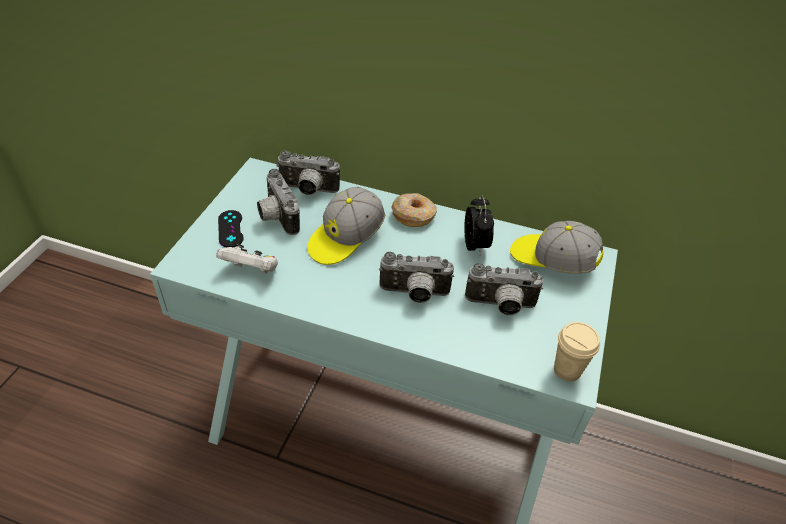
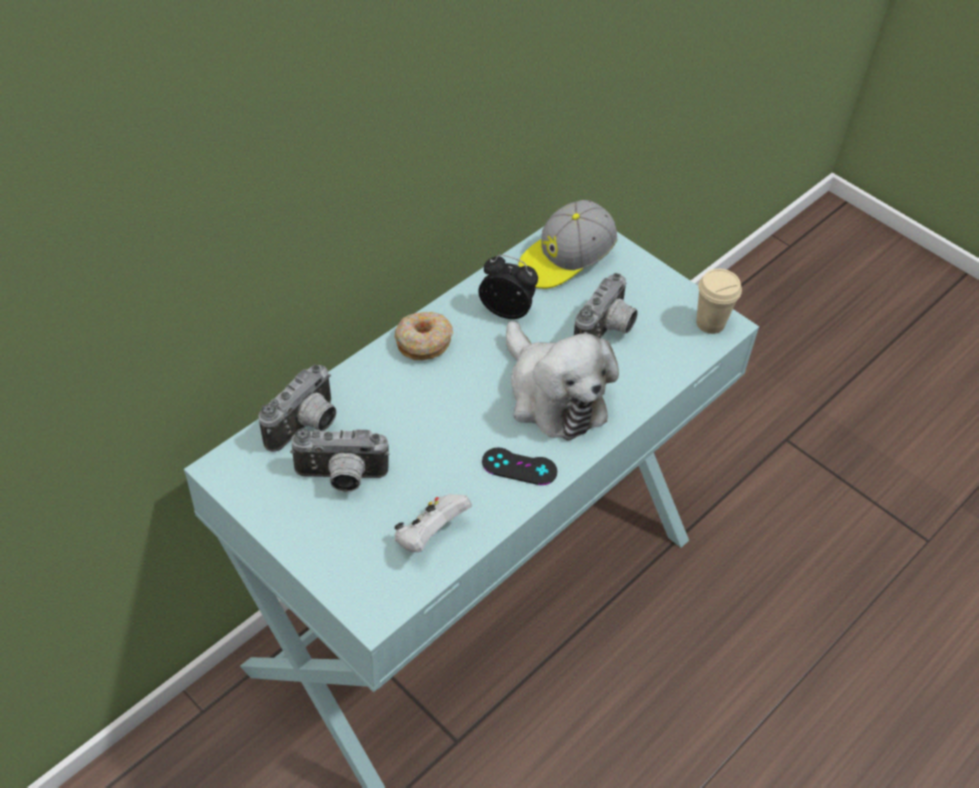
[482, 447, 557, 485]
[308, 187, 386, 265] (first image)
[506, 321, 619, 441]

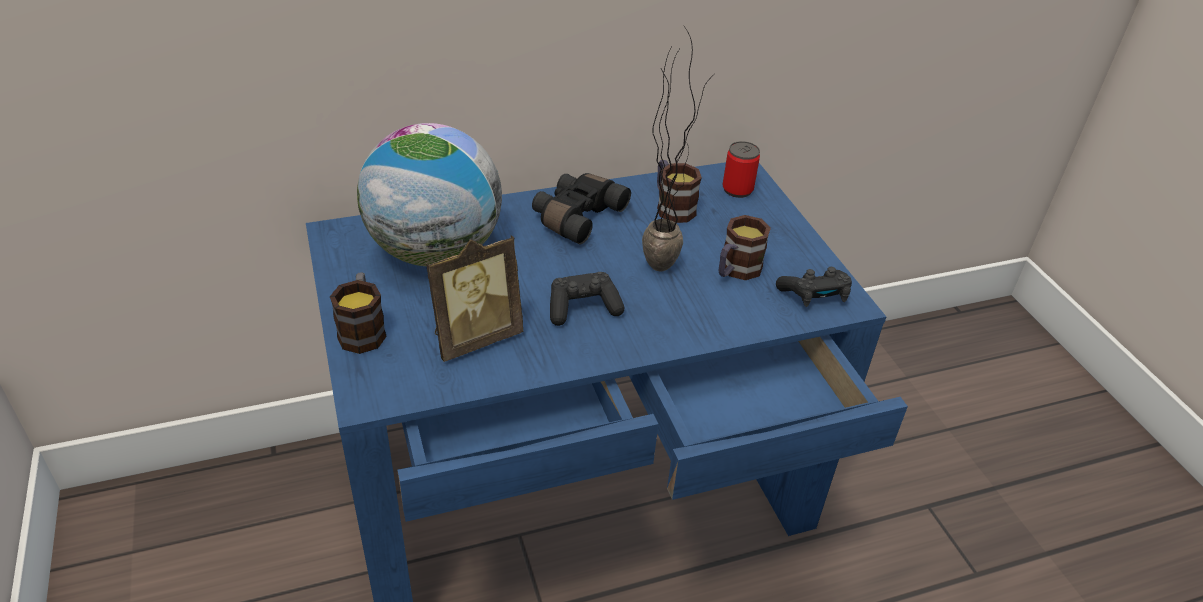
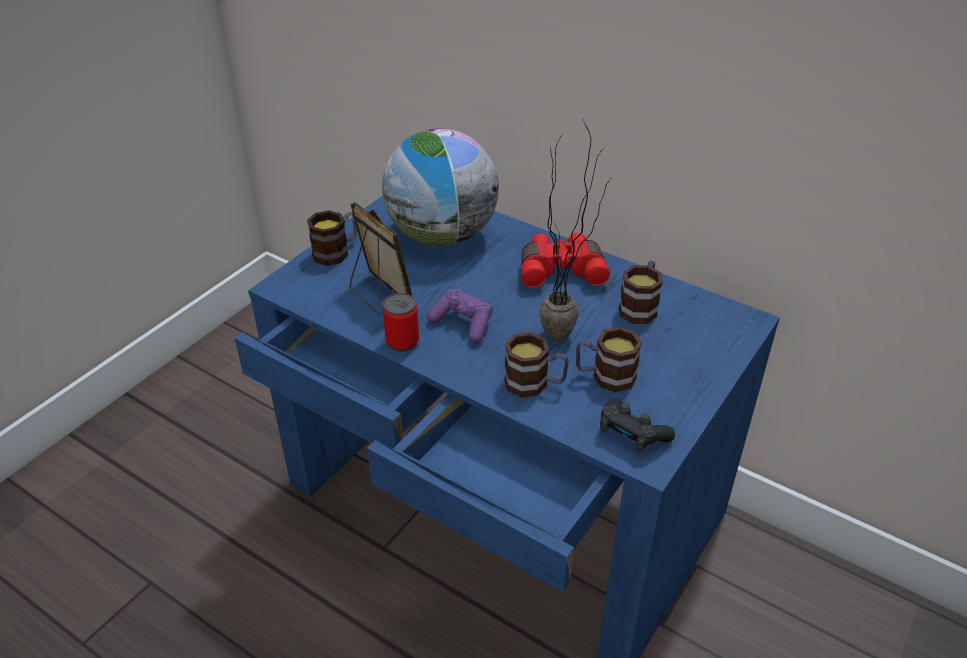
[349, 202, 412, 315]
[521, 233, 610, 288]
[427, 289, 492, 344]
[383, 293, 419, 352]
[504, 332, 569, 398]

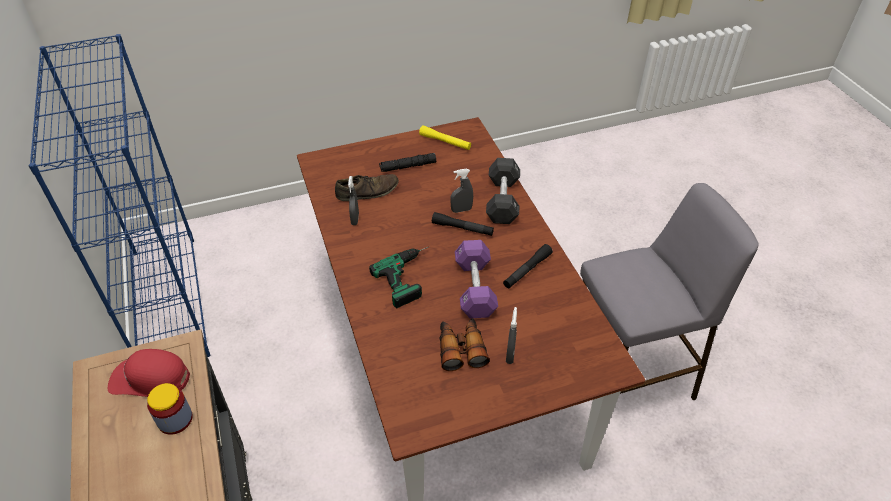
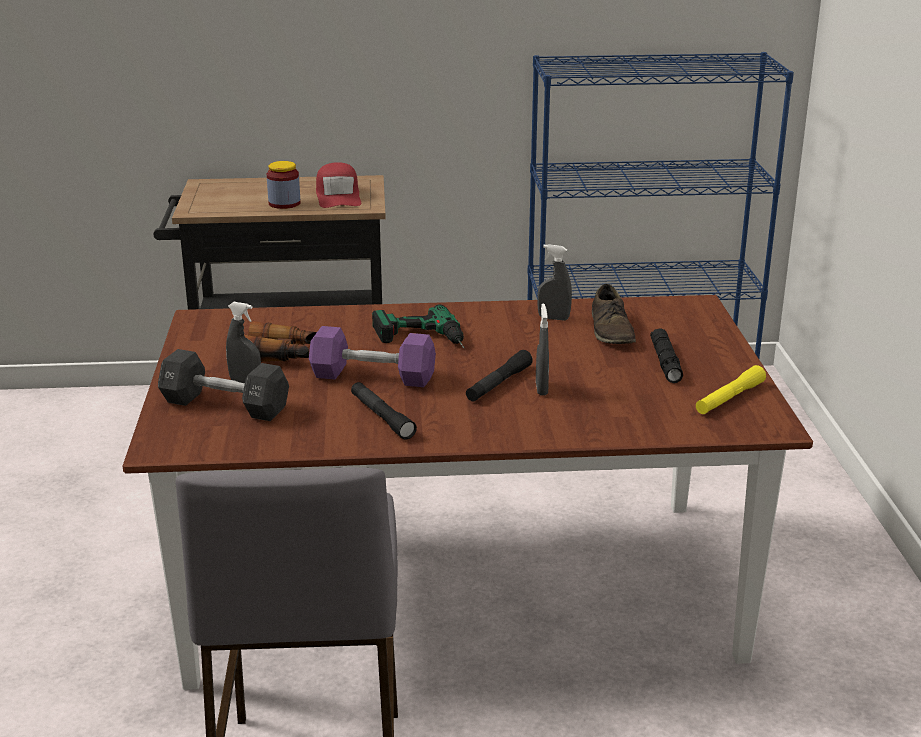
[316, 162, 361, 208]
[158, 349, 289, 421]

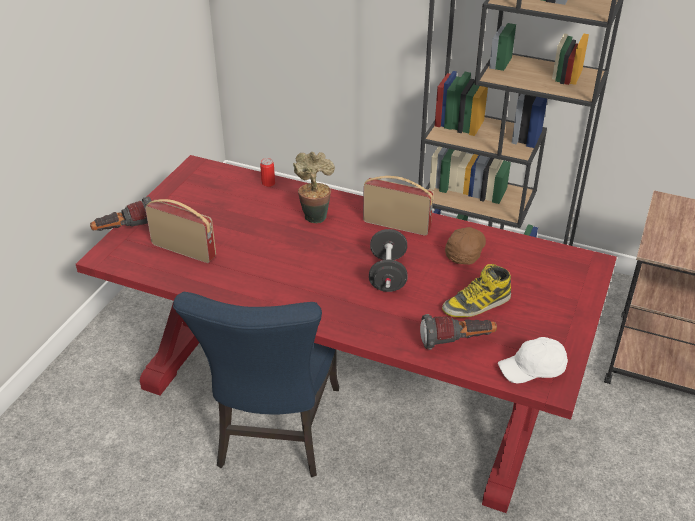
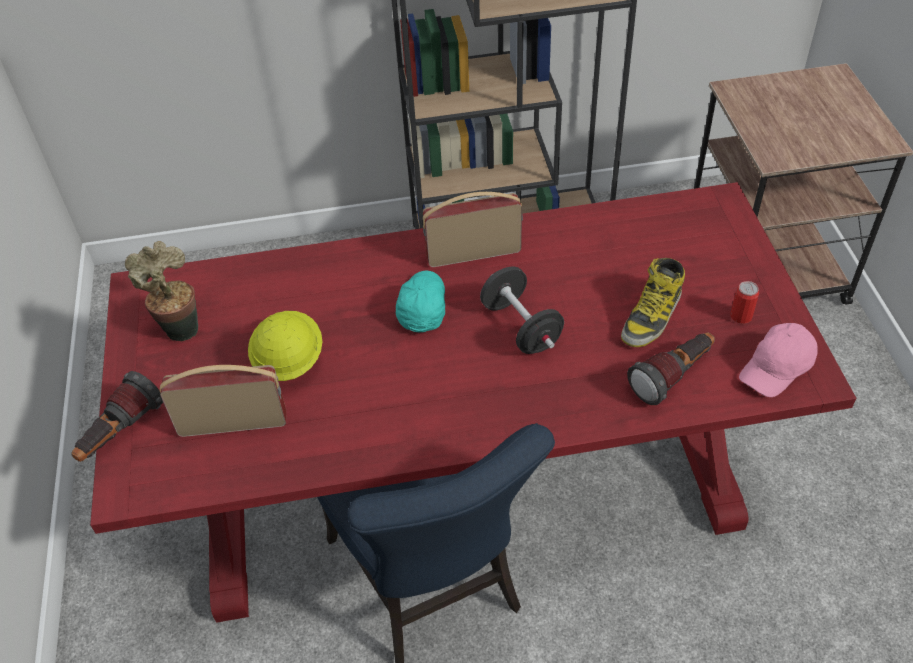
[730, 281, 759, 324]
[125, 241, 198, 342]
[445, 227, 486, 265] (first image)
[739, 323, 818, 397]
[248, 311, 322, 381]
[396, 271, 445, 332]

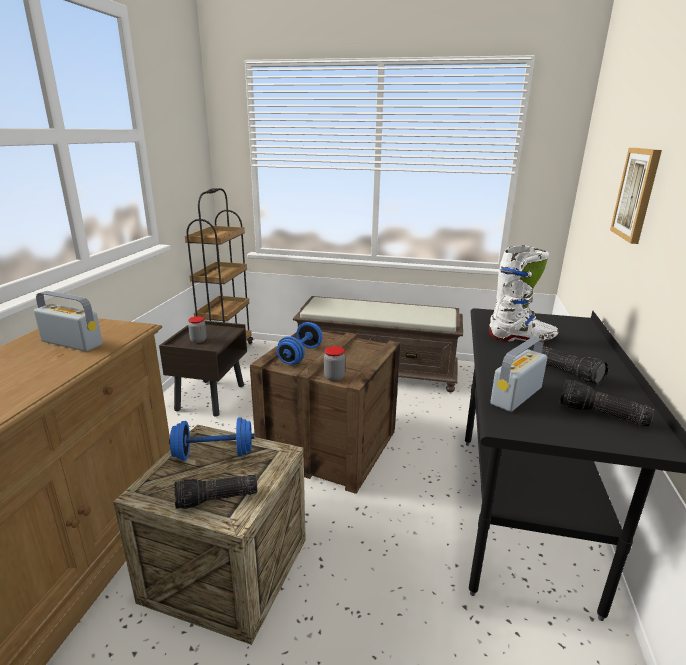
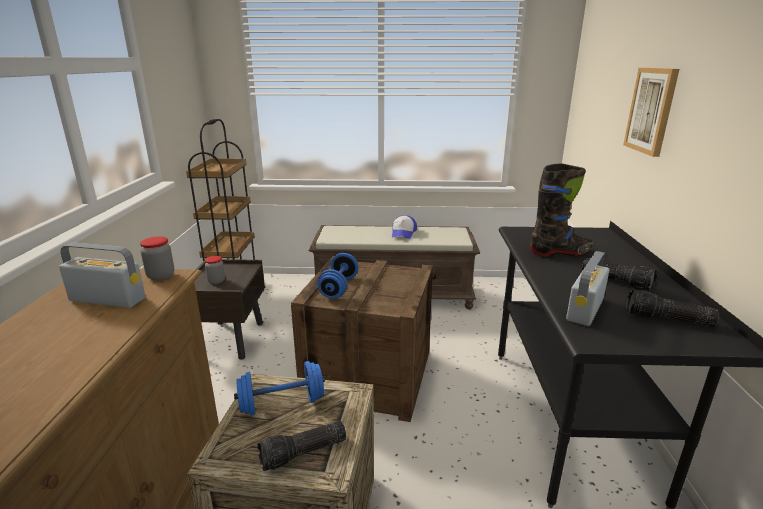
[140, 236, 174, 281]
[530, 163, 593, 256]
[392, 215, 417, 239]

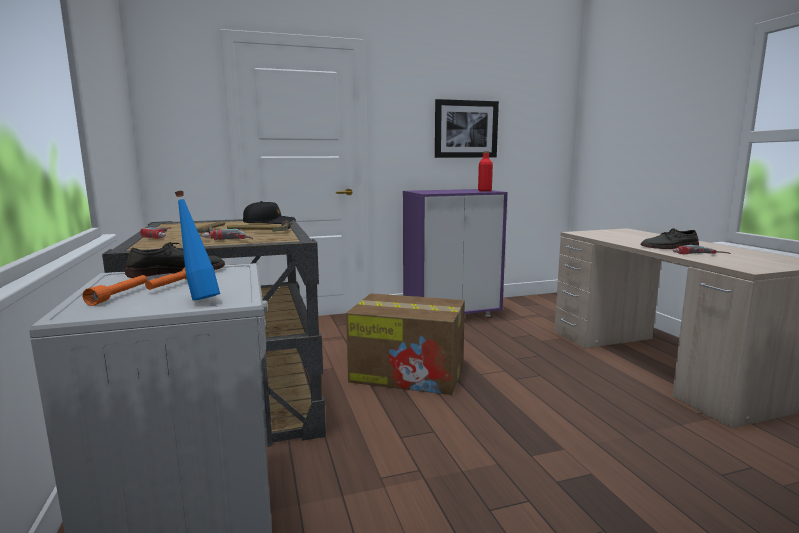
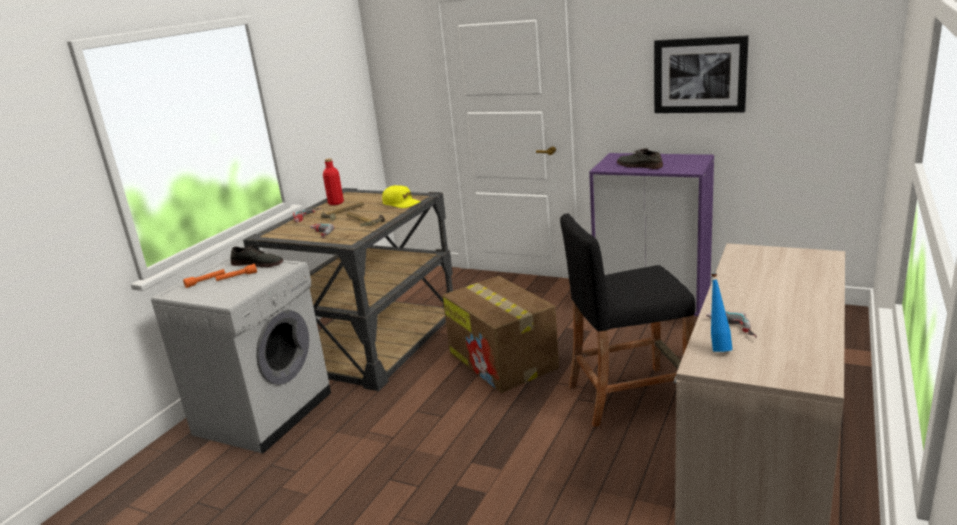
[711, 273, 732, 352]
[382, 185, 421, 208]
[323, 158, 344, 205]
[617, 149, 663, 169]
[560, 213, 695, 427]

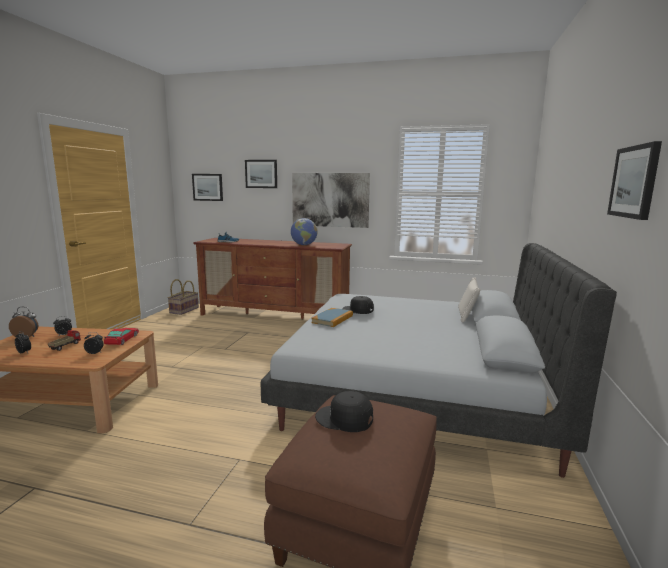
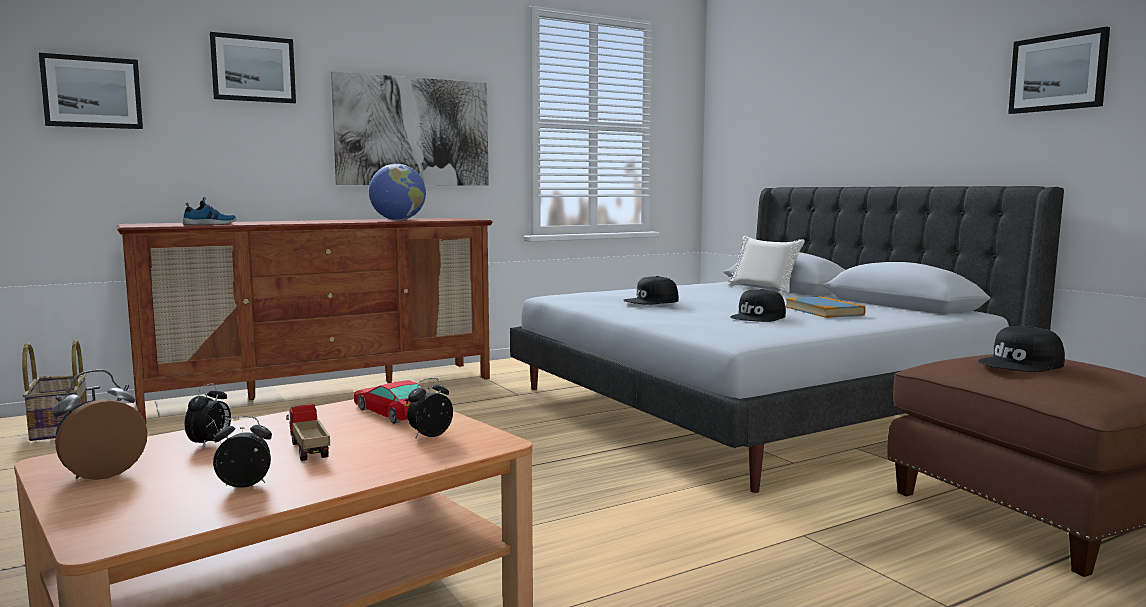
[785, 296, 866, 318]
[730, 289, 786, 322]

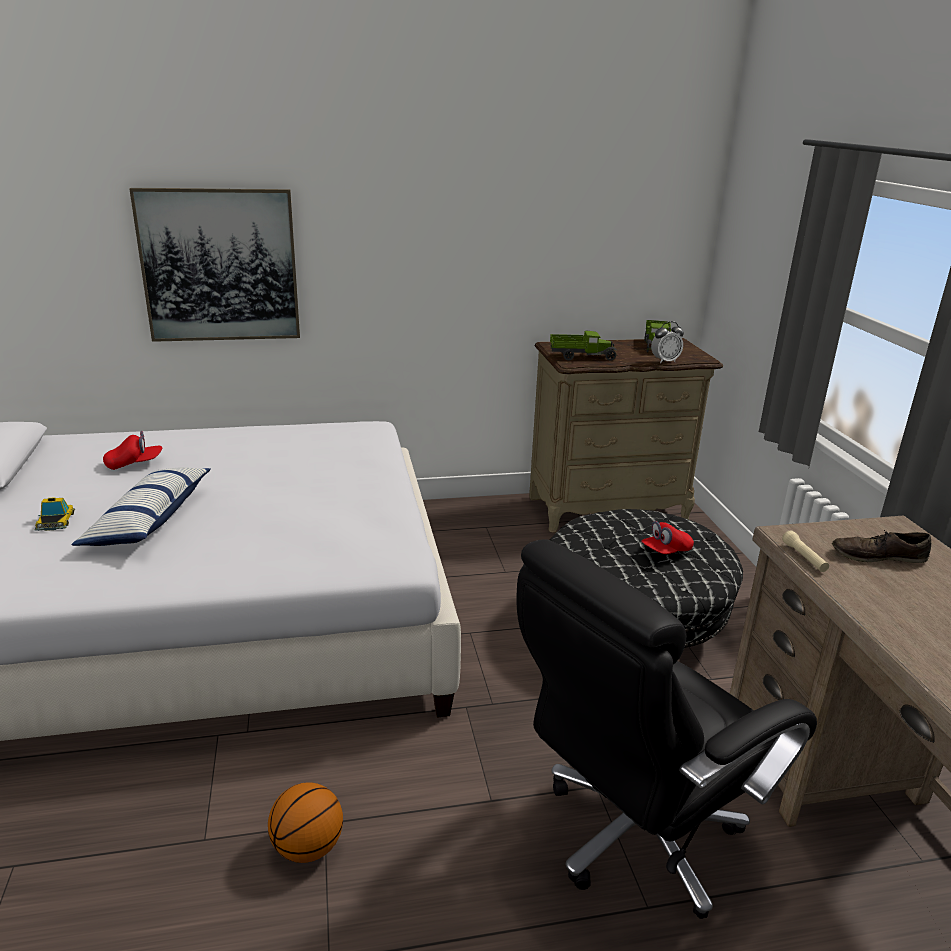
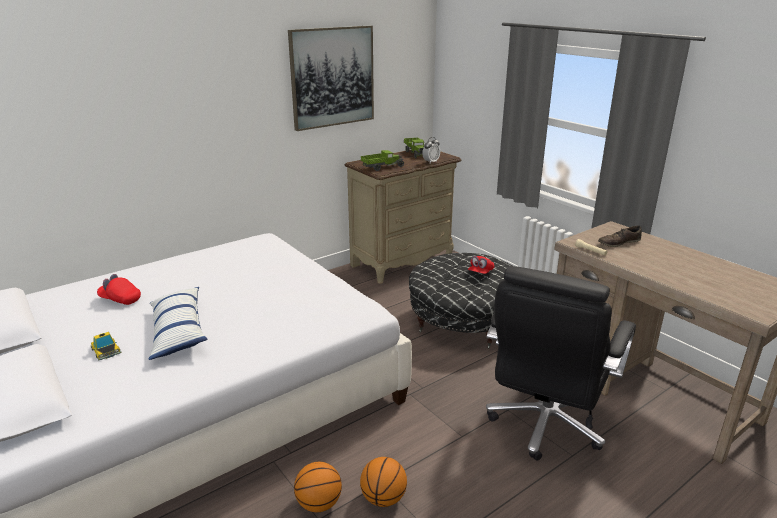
[97, 274, 141, 305]
[288, 26, 374, 131]
[294, 462, 342, 512]

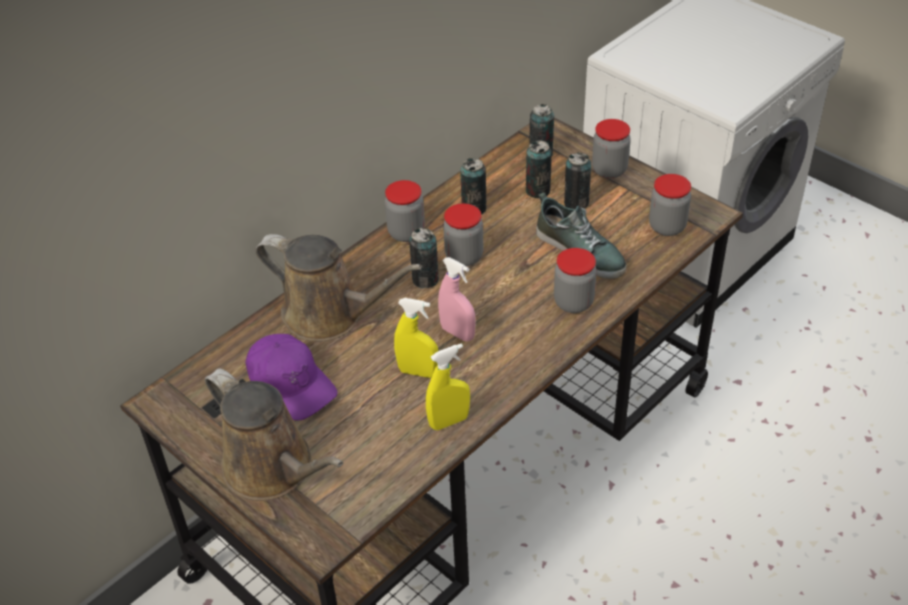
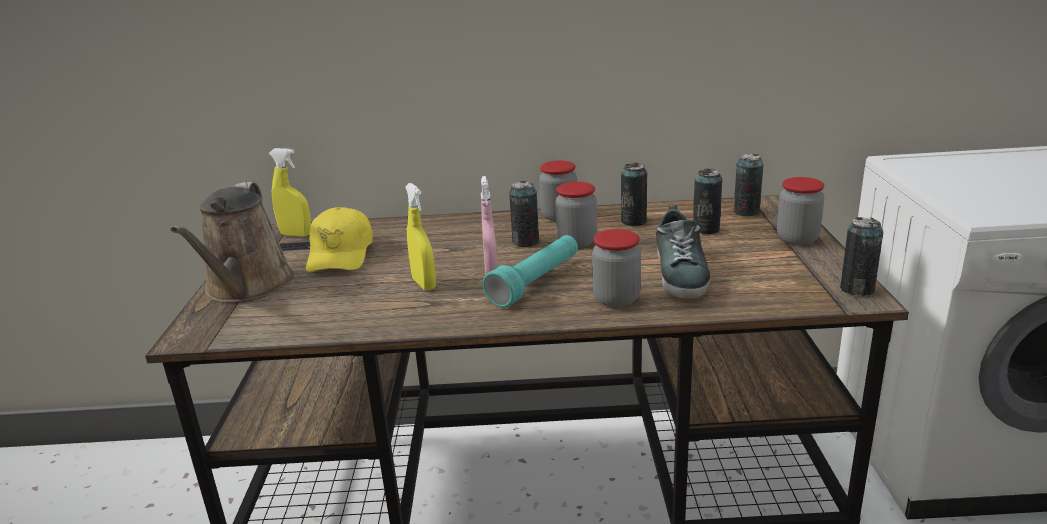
[306, 207, 373, 272]
[255, 234, 422, 342] (first image)
[269, 148, 311, 237]
[840, 217, 883, 296]
[649, 174, 691, 236] (first image)
[483, 235, 578, 308]

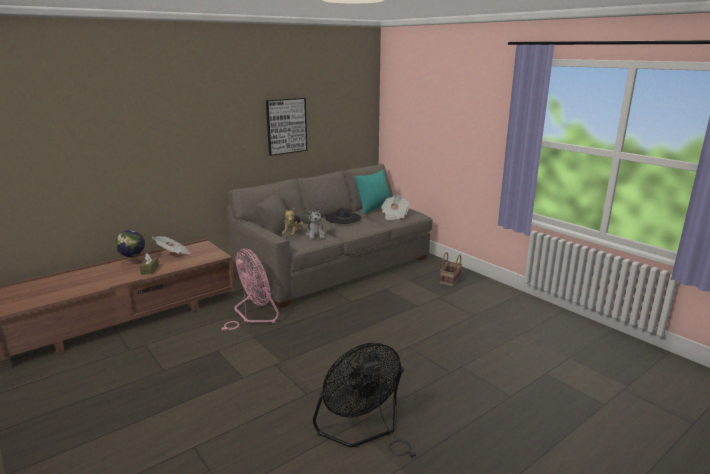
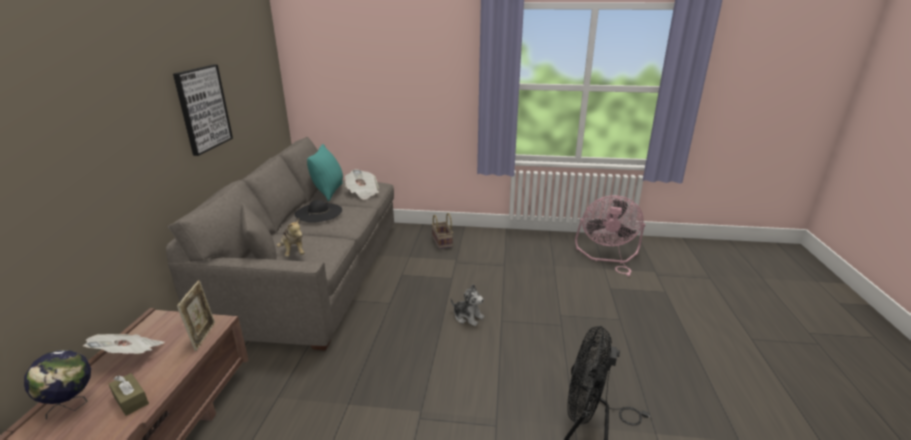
[575, 196, 645, 277]
[451, 284, 484, 326]
[177, 280, 215, 351]

